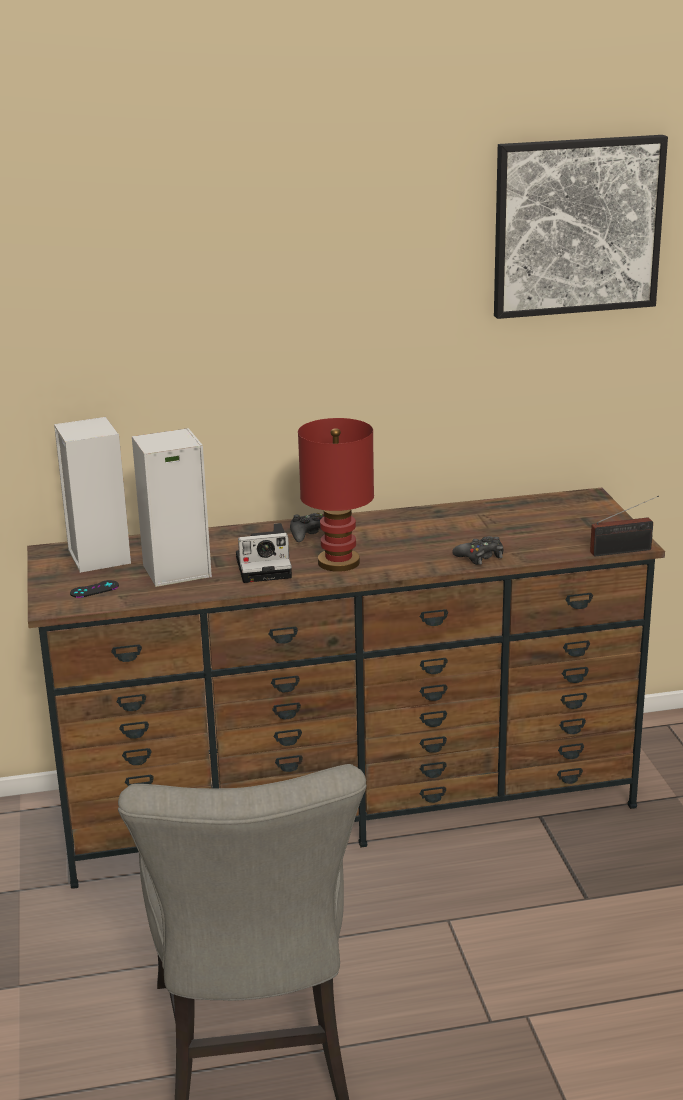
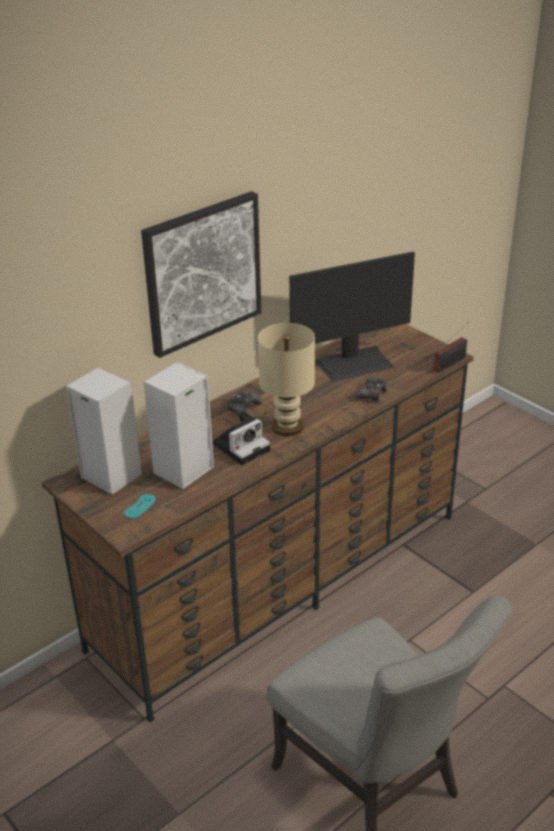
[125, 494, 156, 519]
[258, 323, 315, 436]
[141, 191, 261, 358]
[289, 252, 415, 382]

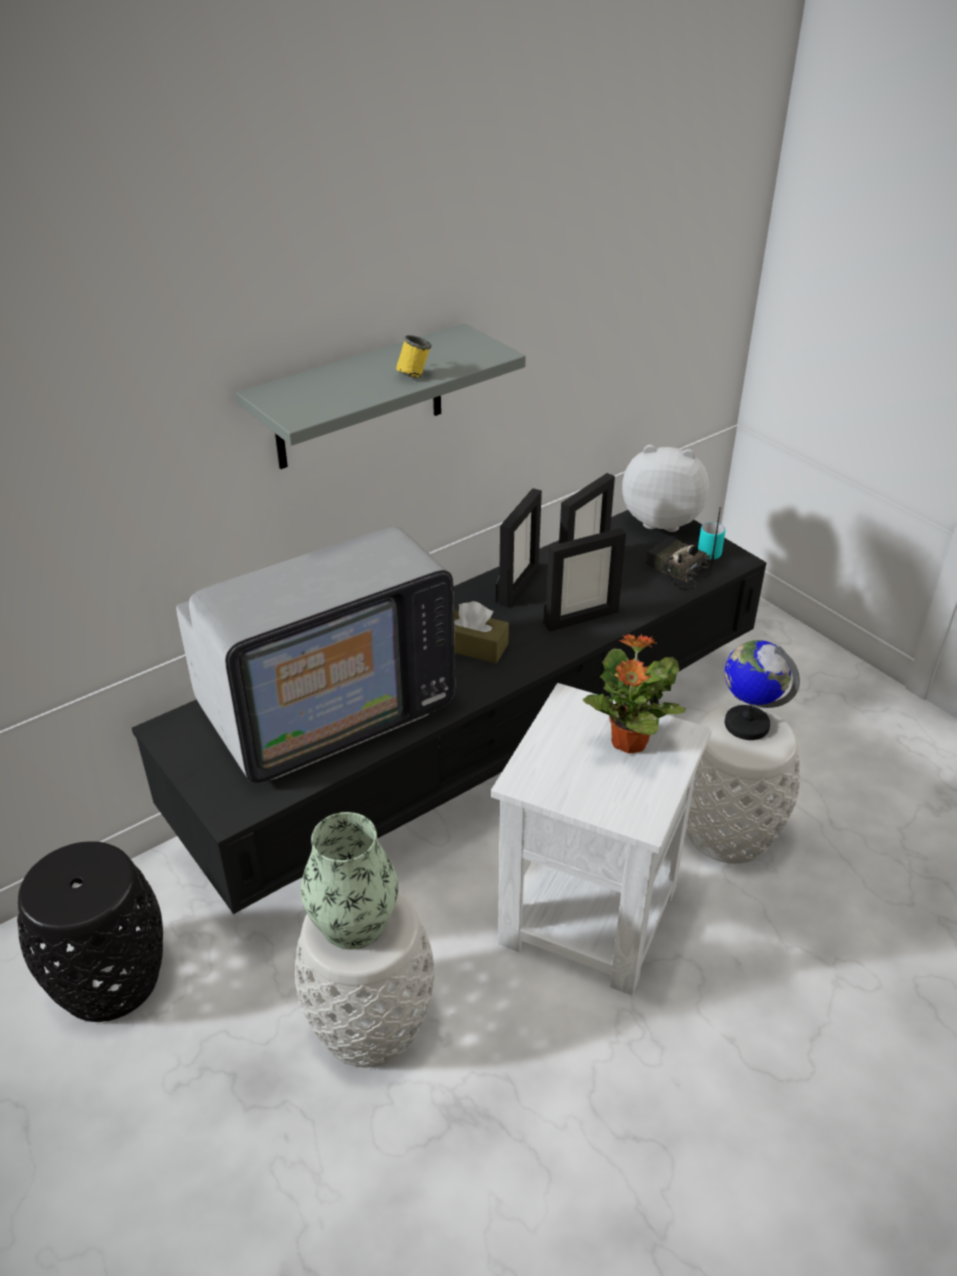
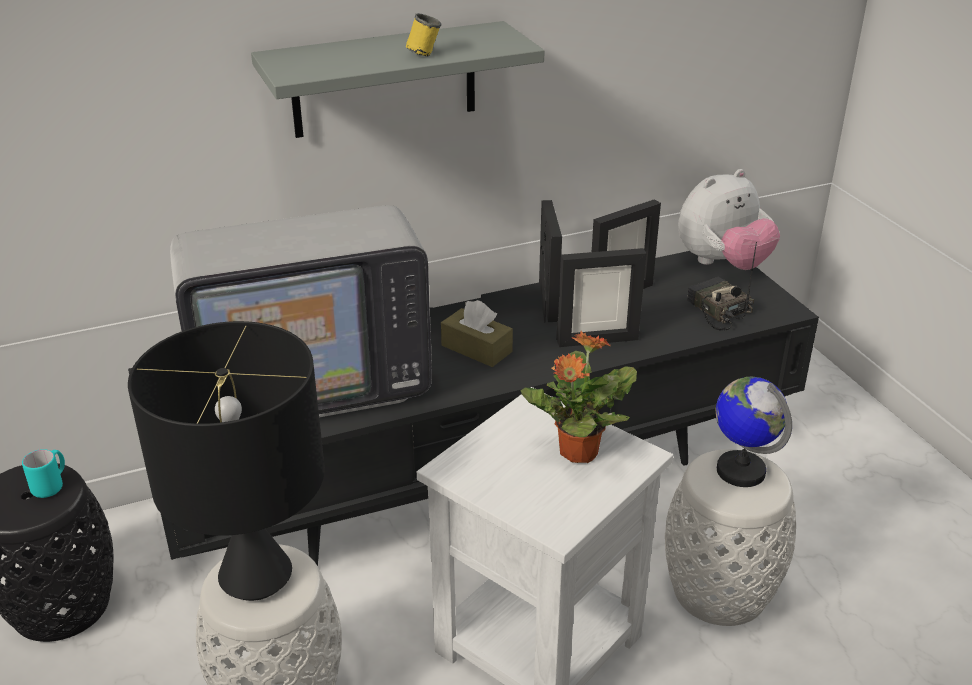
[128, 321, 325, 601]
[539, 200, 562, 322]
[678, 169, 780, 270]
[22, 449, 65, 498]

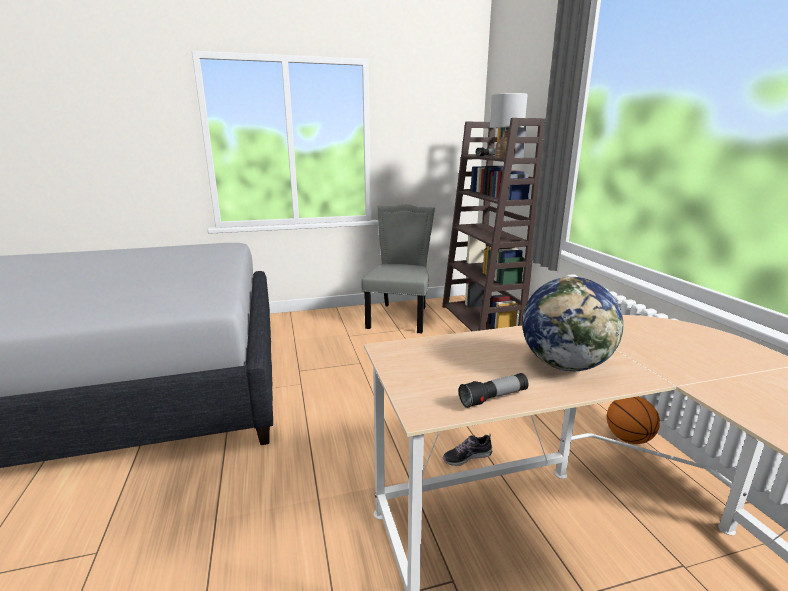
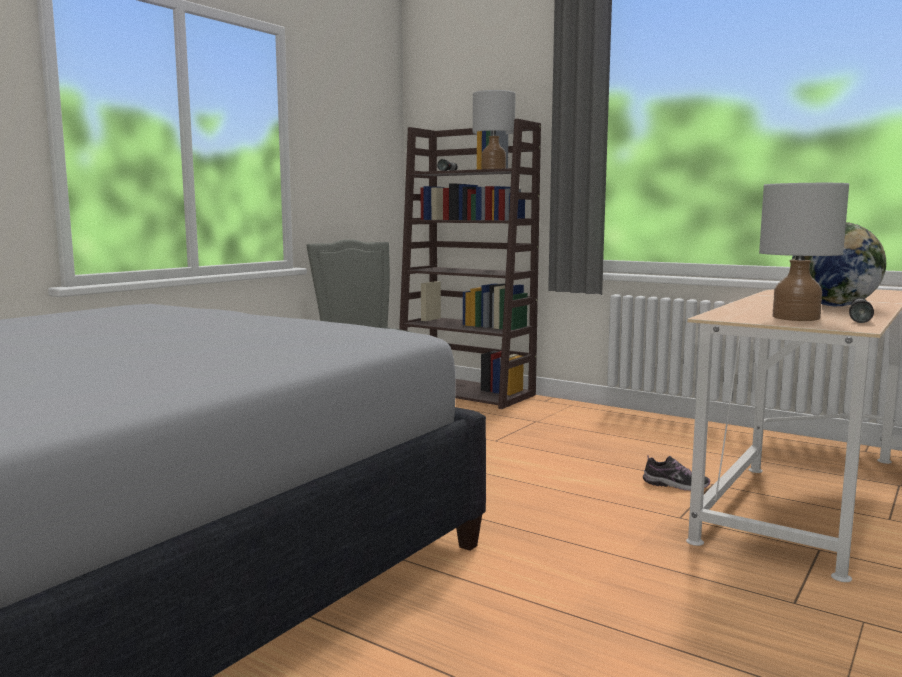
[643, 455, 710, 491]
[607, 396, 660, 444] (first image)
[759, 183, 849, 321]

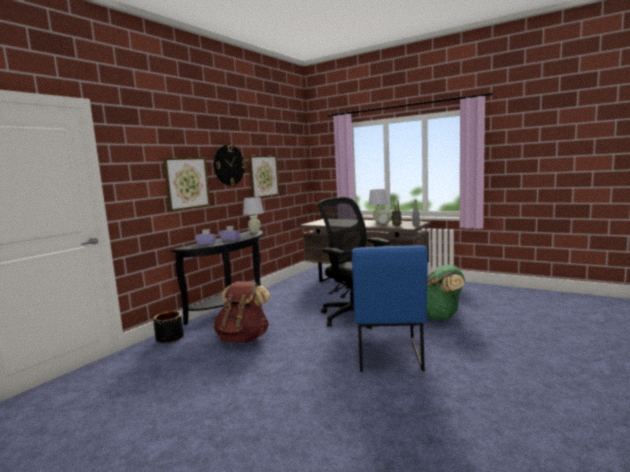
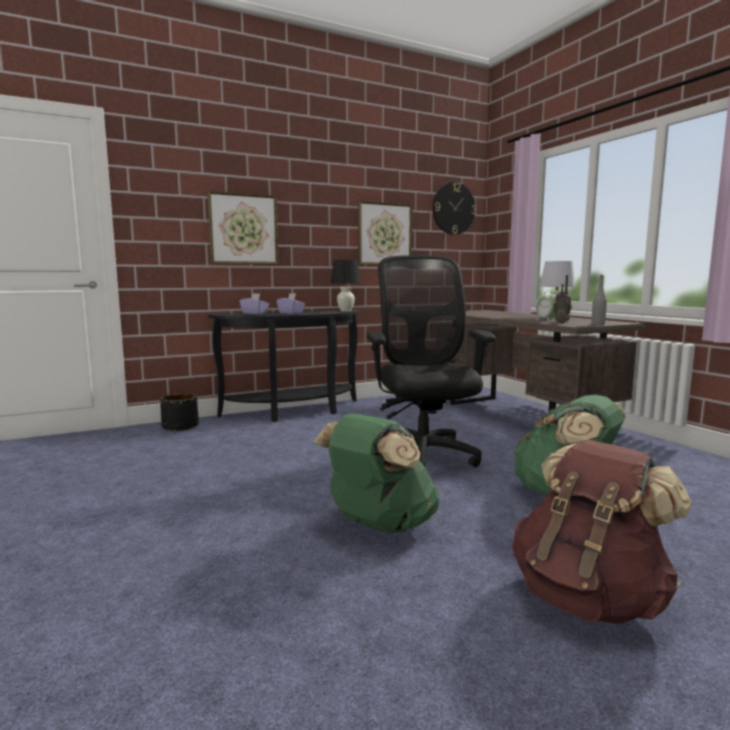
[433, 182, 476, 235]
[512, 440, 692, 624]
[331, 260, 361, 311]
[313, 413, 440, 533]

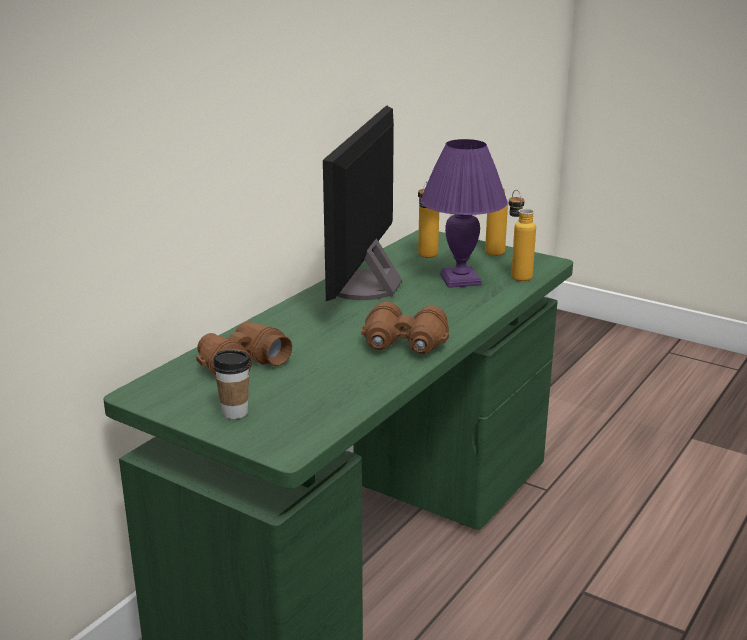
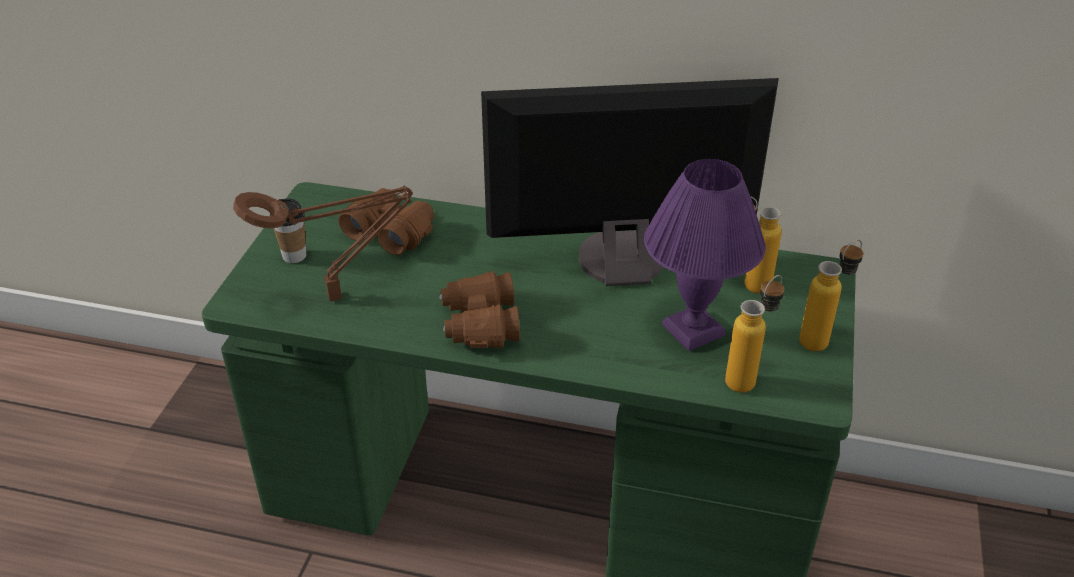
[233, 185, 413, 301]

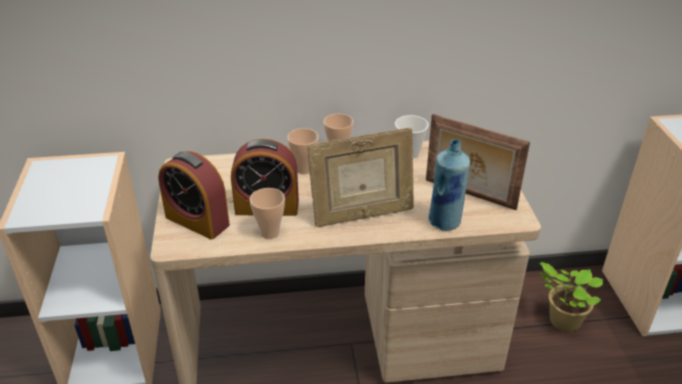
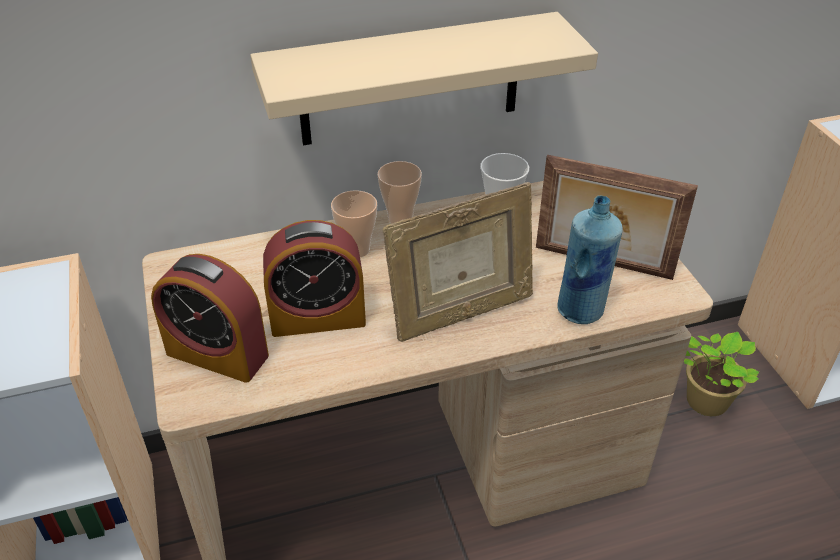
[250, 188, 285, 239] (first image)
[250, 12, 598, 145]

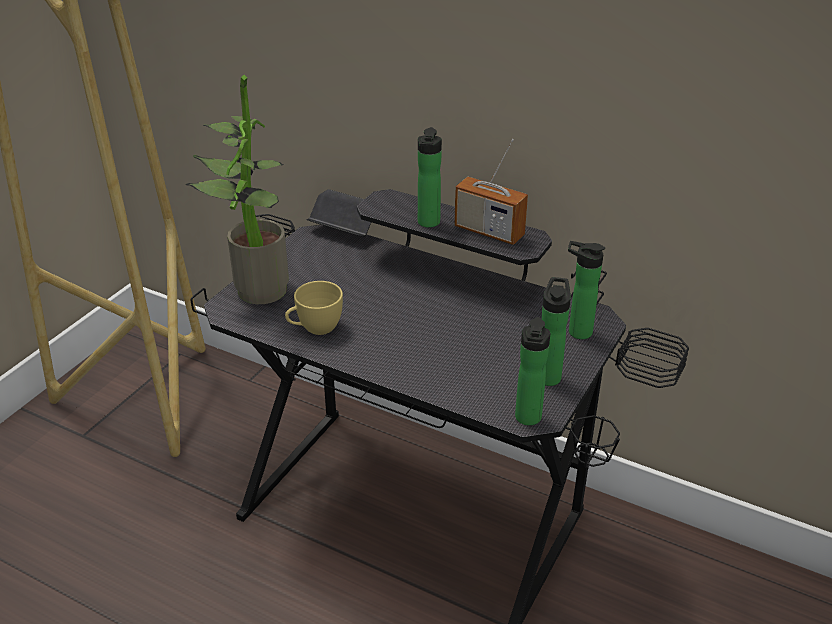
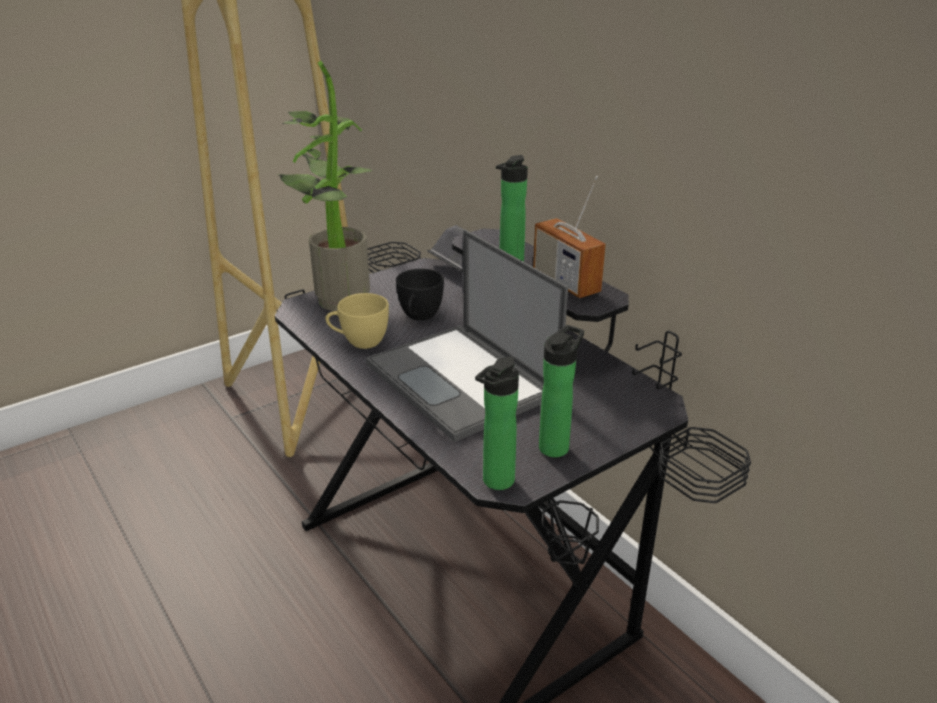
[568, 241, 605, 339] (first image)
[366, 230, 568, 442]
[396, 268, 444, 321]

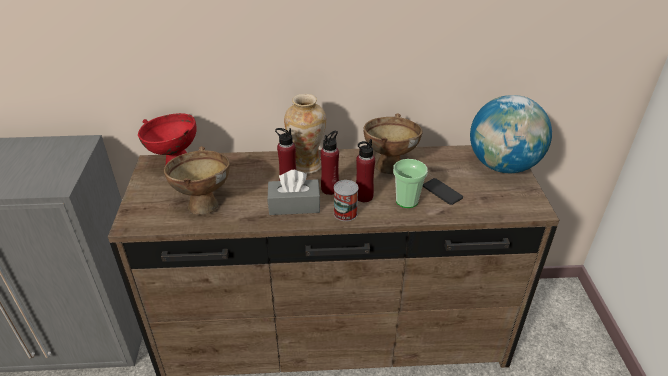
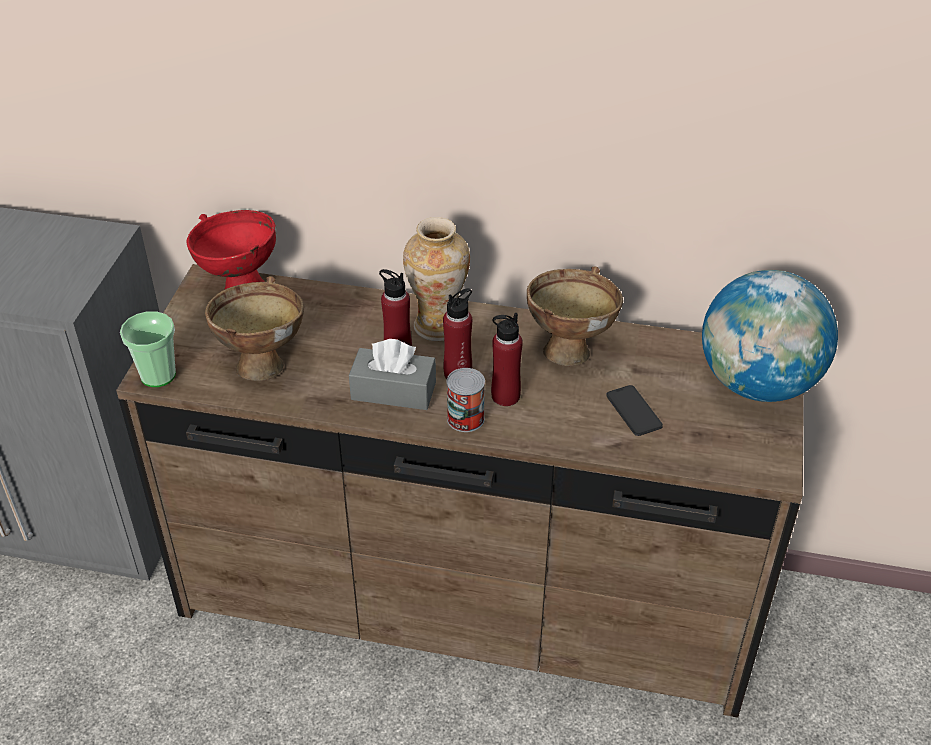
[120, 311, 176, 387]

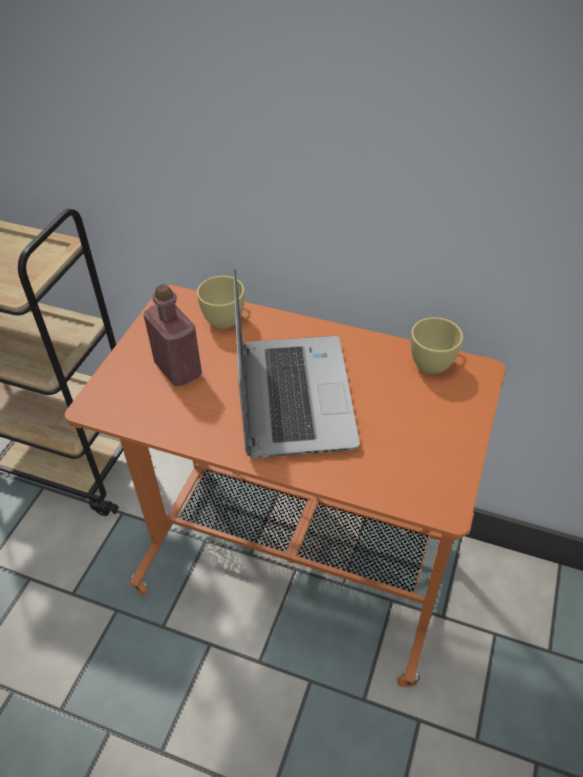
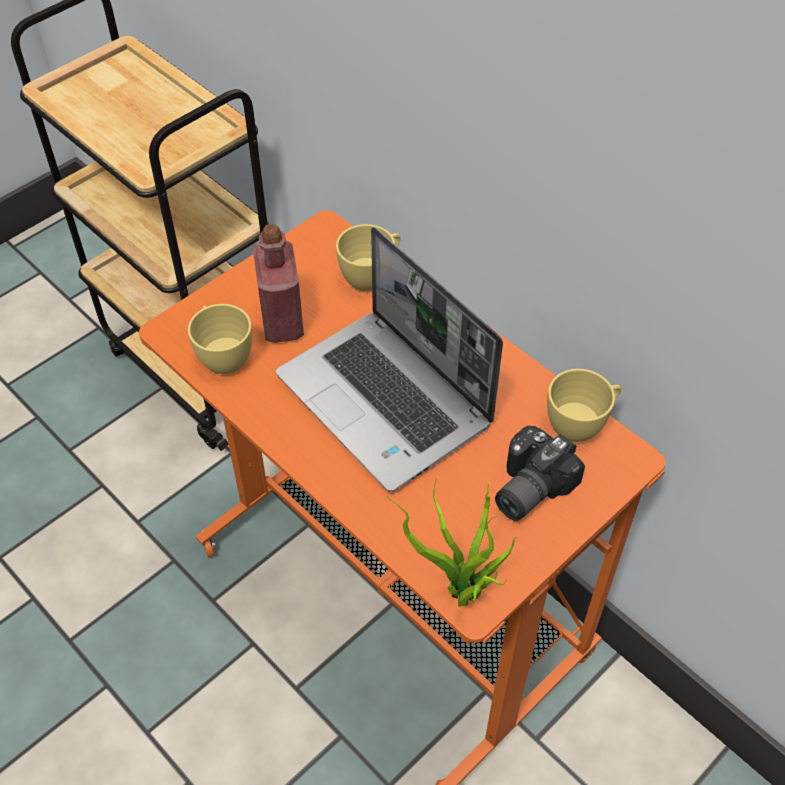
[276, 227, 503, 492]
[188, 304, 252, 374]
[387, 478, 517, 607]
[495, 426, 585, 521]

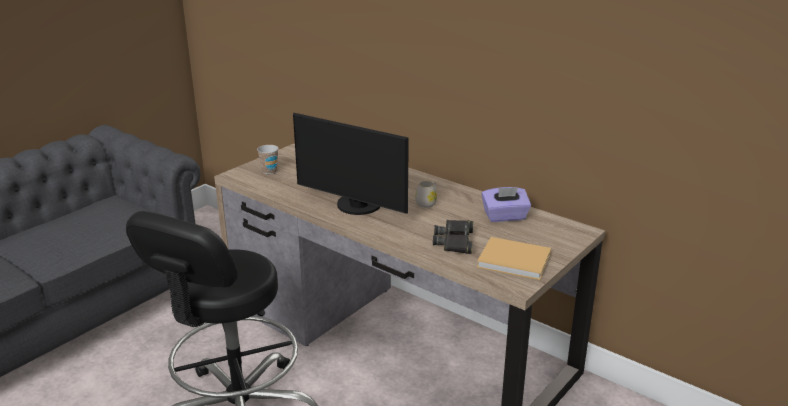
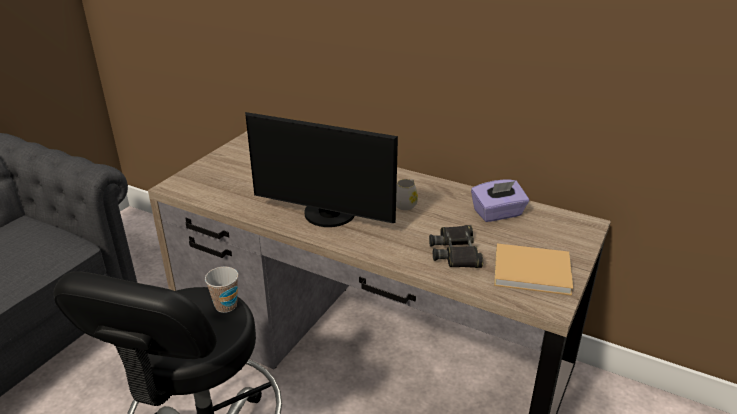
[205, 267, 238, 313]

